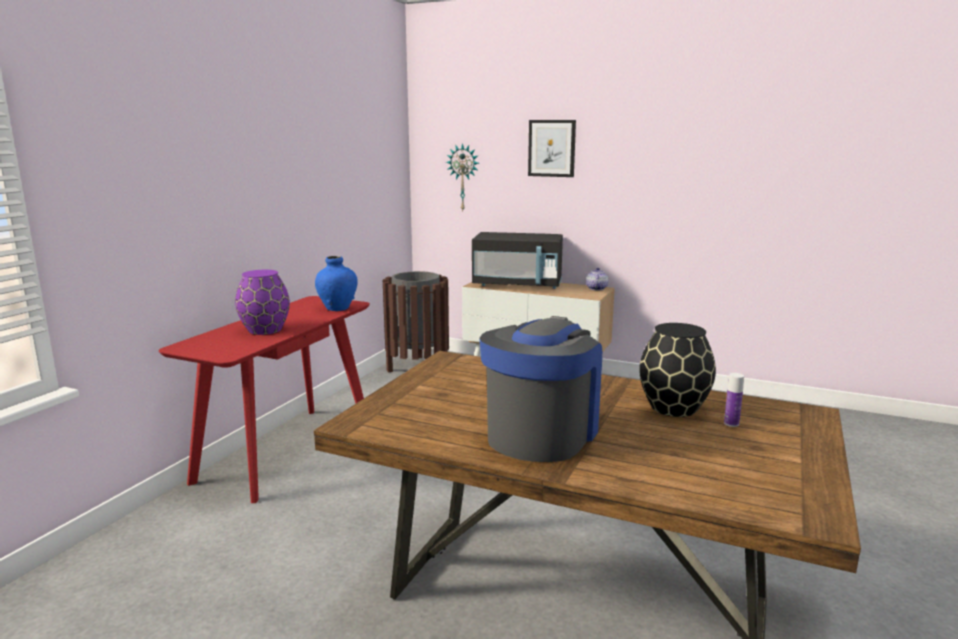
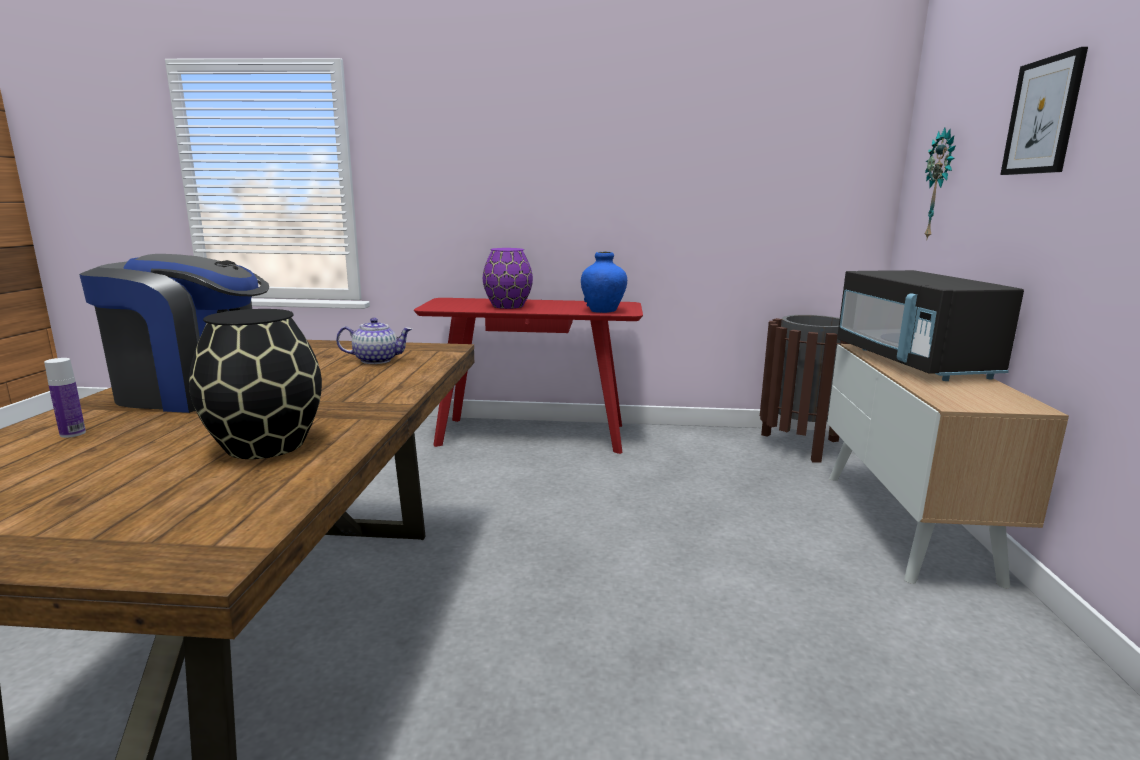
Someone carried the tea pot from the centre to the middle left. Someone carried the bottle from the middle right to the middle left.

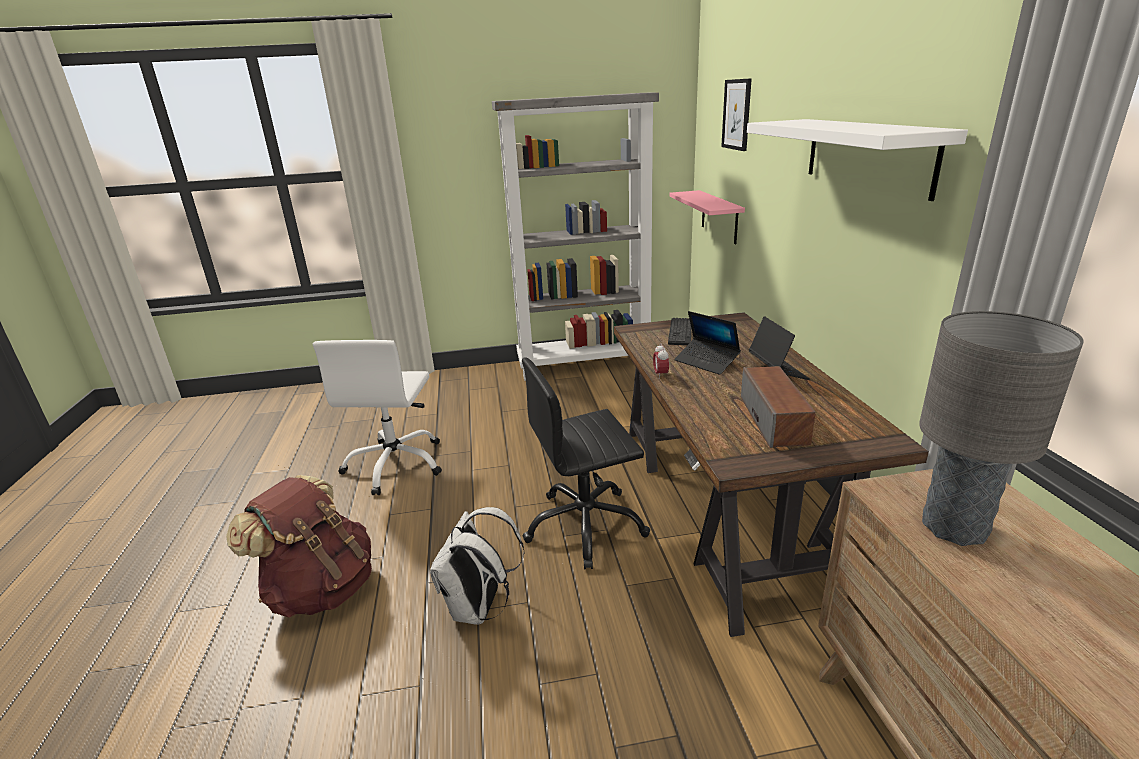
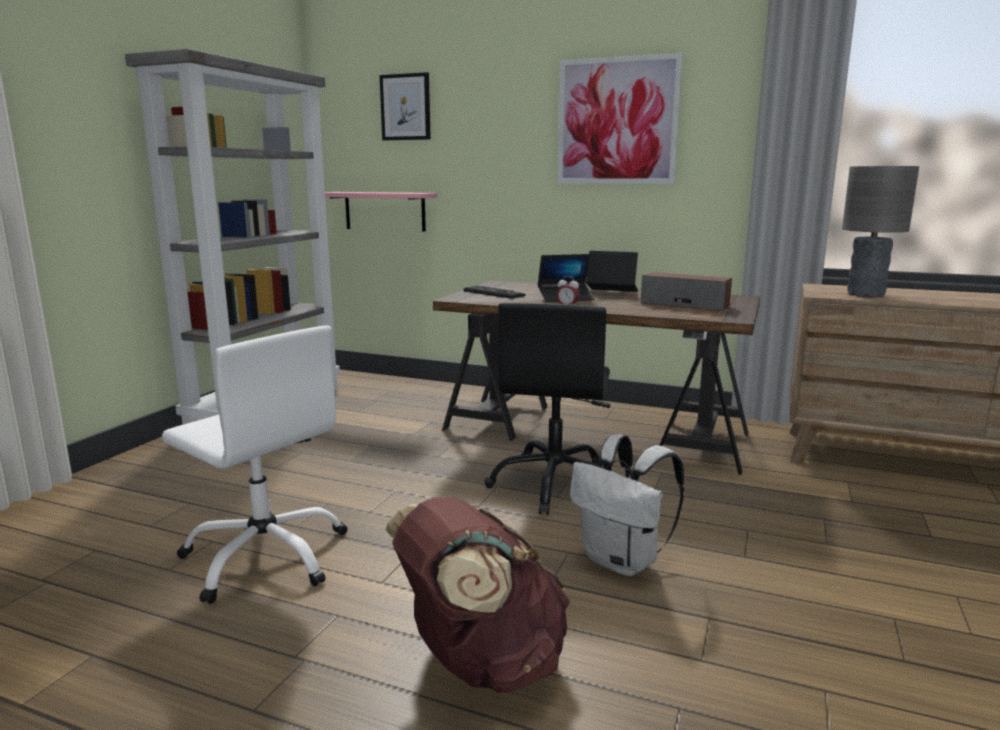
Someone swapped the shelf/whitish at the top right for the picture (2nd from left) at the top centre.

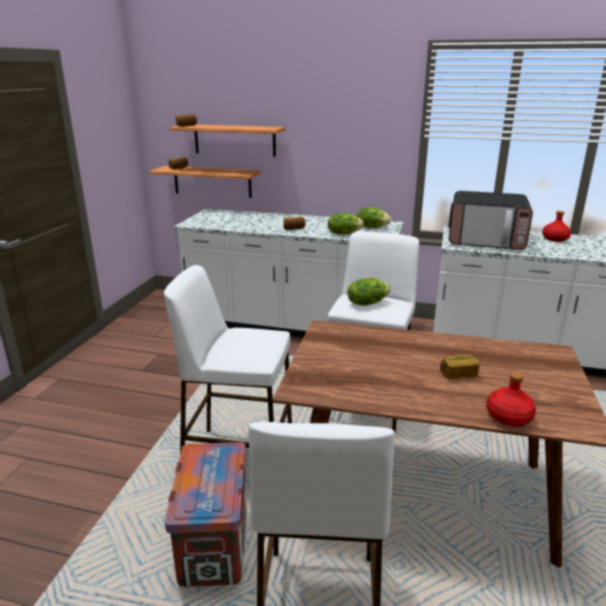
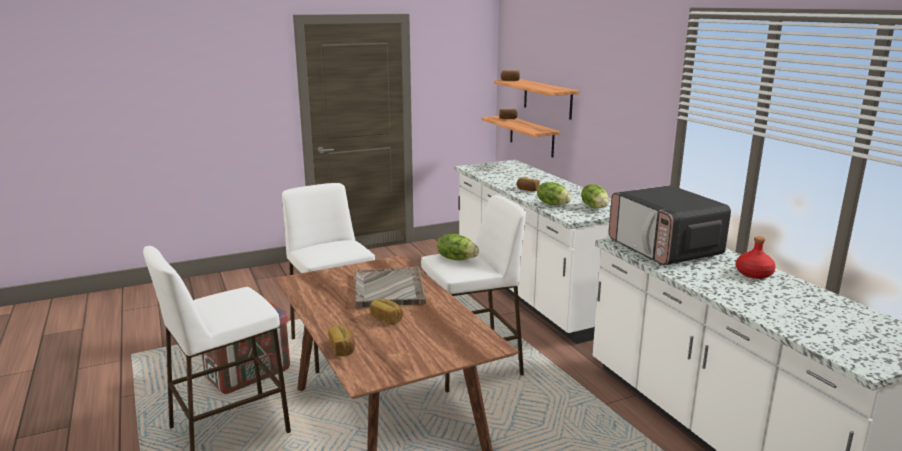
Someone put down the serving tray/gray at the centre. Someone swapped the bottle/red (1st from left) at the middle right for the baked bread (1st from left) at the bottom centre.

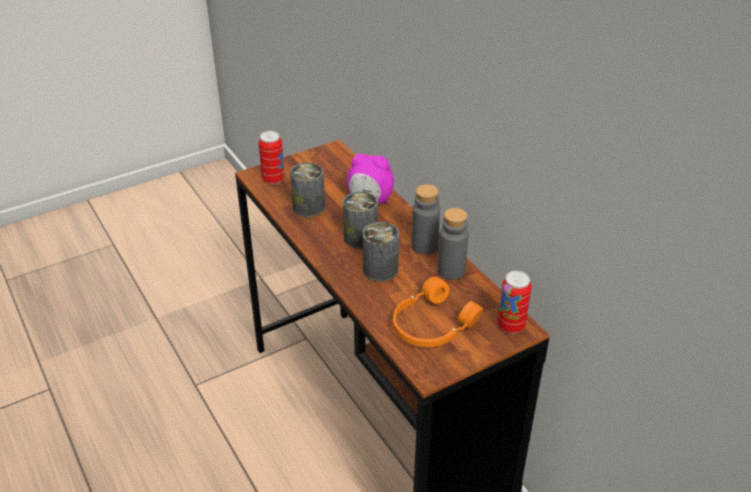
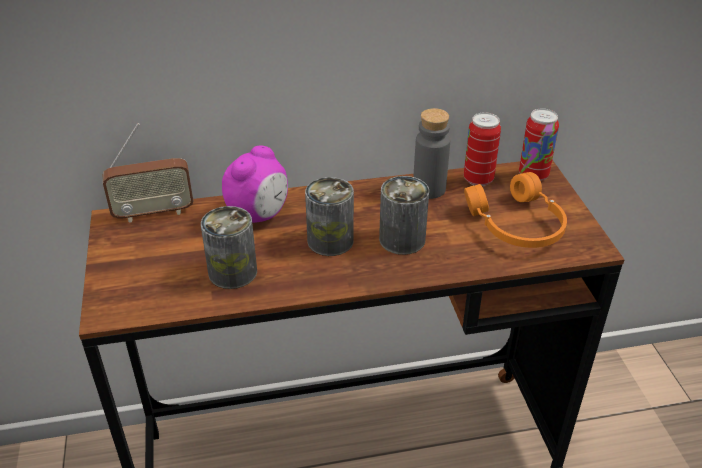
Someone took away the bottle/gray (1st from left) at the centre. Someone put down the radio receiver at the middle left. Someone carried the can (1st from left in the first image) from the top centre to the top right.

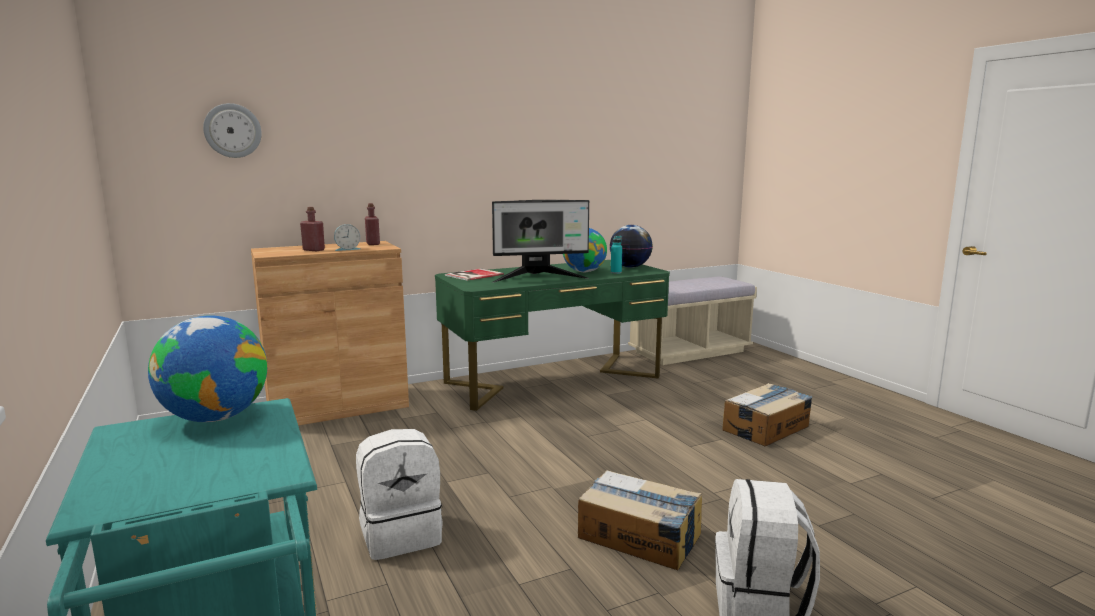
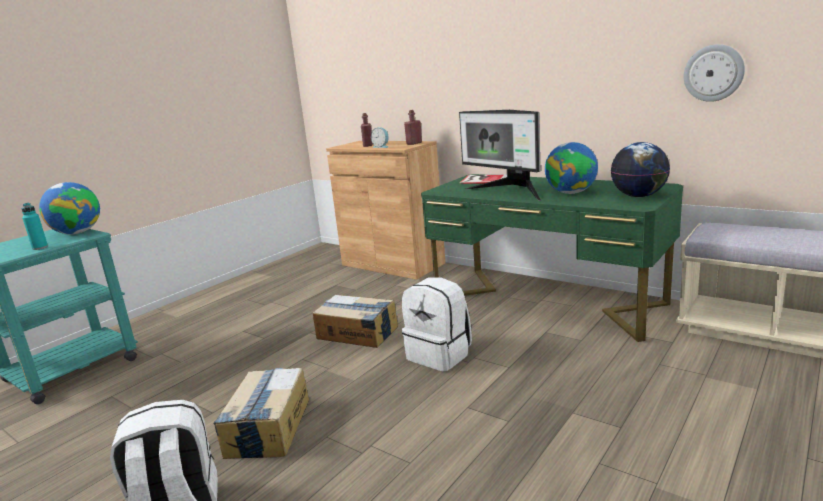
Someone carried the hanging clock from the top left to the top right. Someone carried the rucksack/whitish (1st from left in the first image) from the bottom centre to the centre. Someone carried the bottle/blue-green from the centre to the middle left. Someone carried the packing box (2nd from left) from the bottom right to the centre.

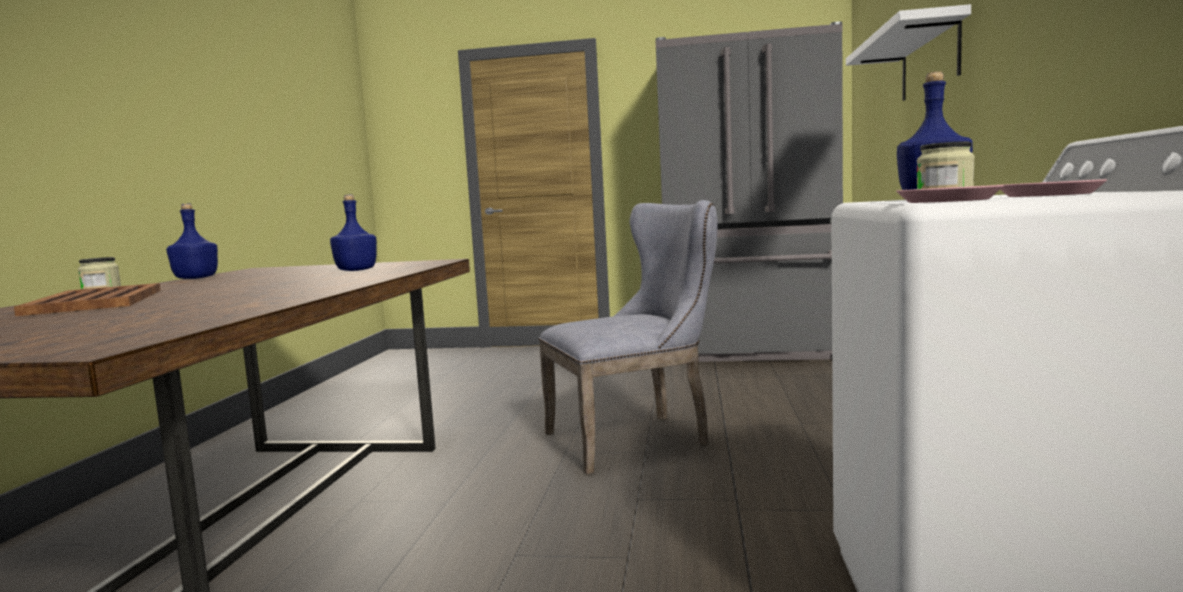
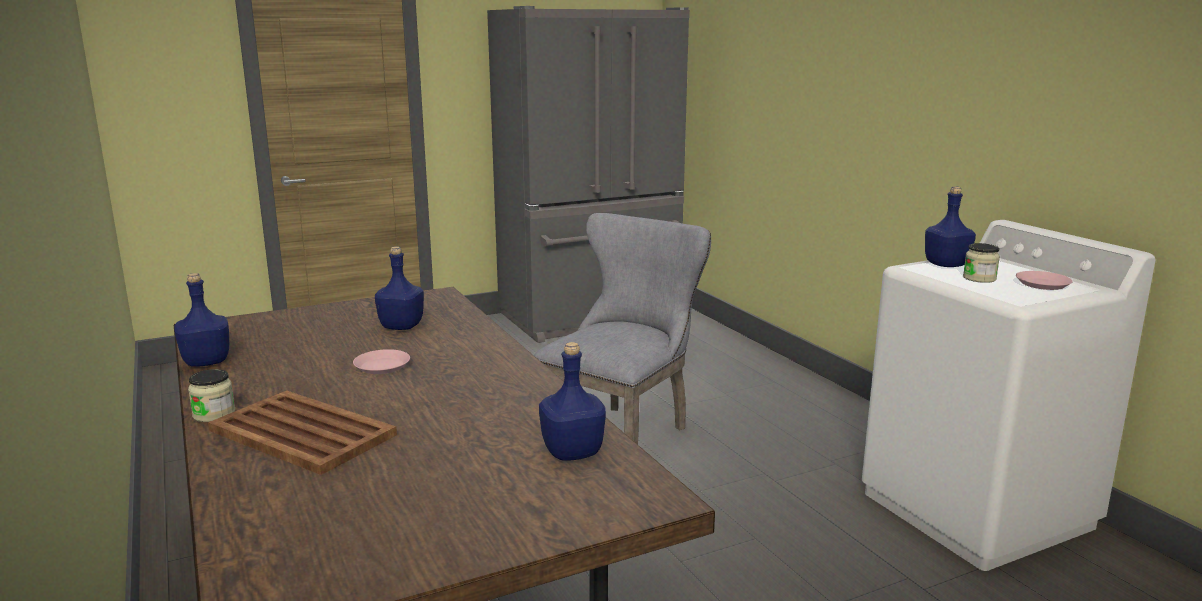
Someone took away the shelf/whitish at the top right. Someone put down the bottle/blue-coloured (3rd from left) at the bottom centre. Someone carried the plate/pink (1st from left) from the top right to the middle left.

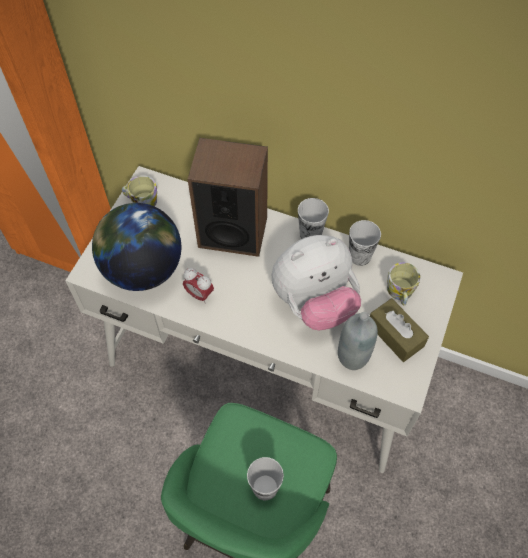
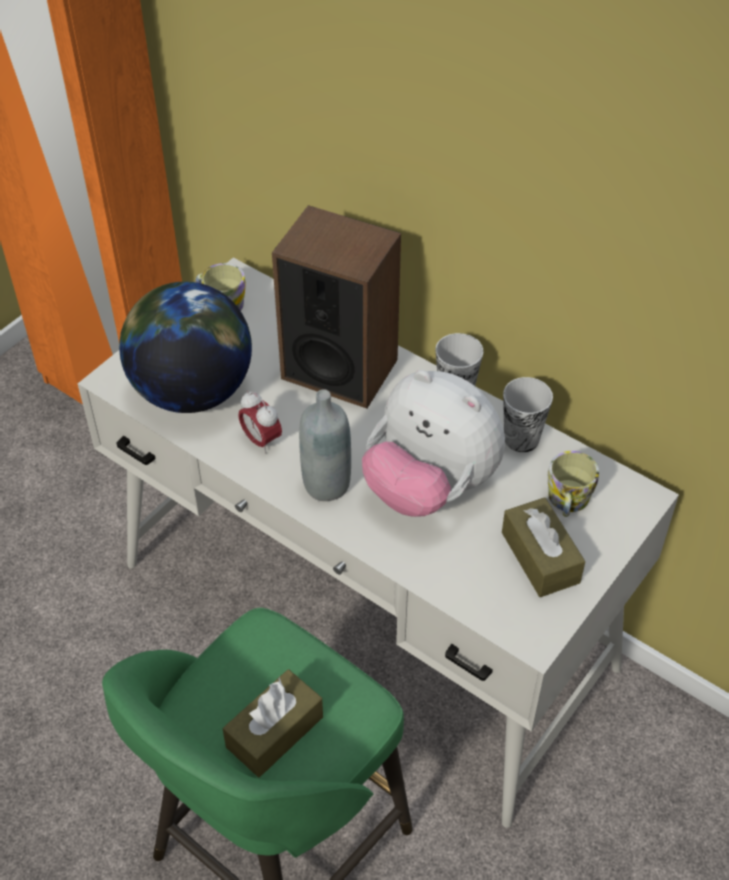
Someone carried the bottle/gray from the middle right to the centre. Someone swapped the drinking cup (1st from left) at the bottom centre for the tissue holder/brown-coloured (1st from left) at the bottom centre. Someone rotated the soft toy at the centre by 45 degrees clockwise.

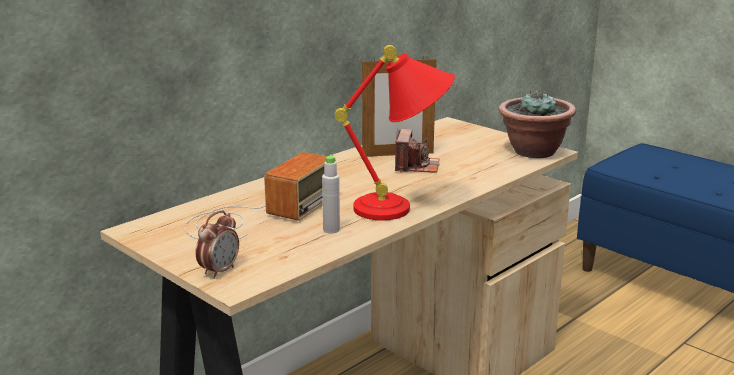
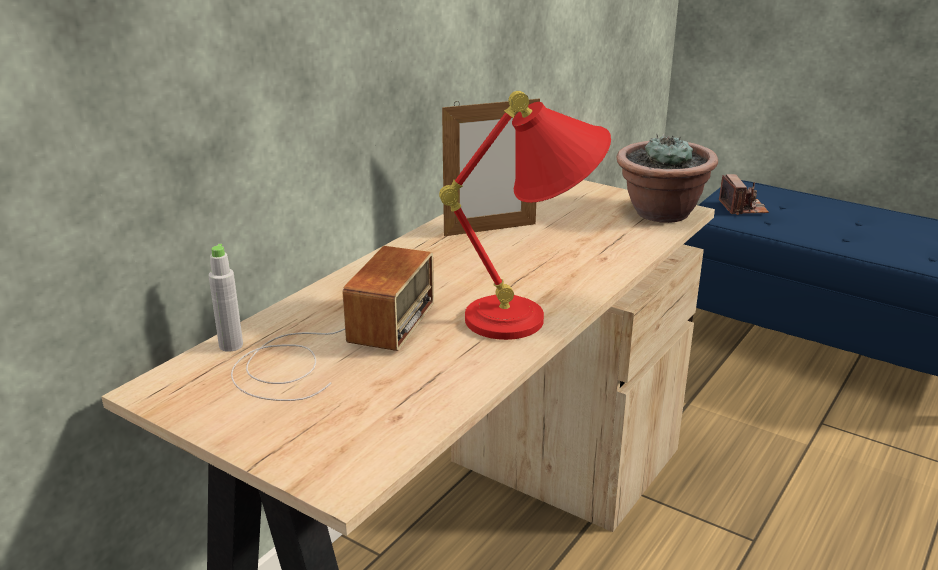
Someone took away the bedside clock at the middle left. Someone carried the bottle/gray from the centre to the middle left. Someone carried the still camera from the centre to the middle right.

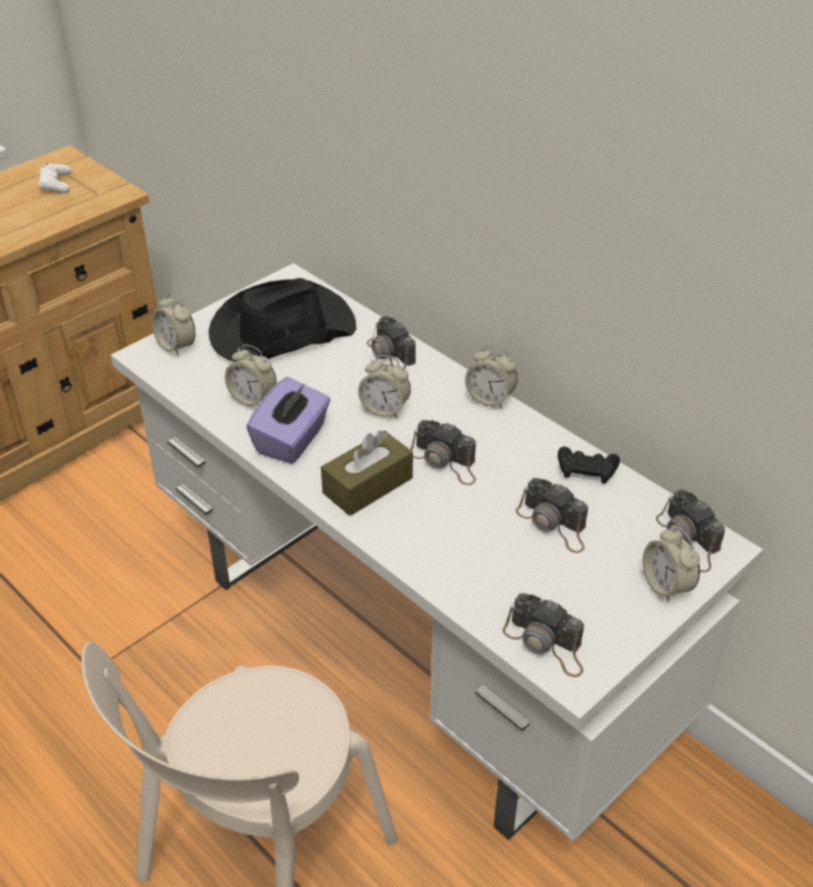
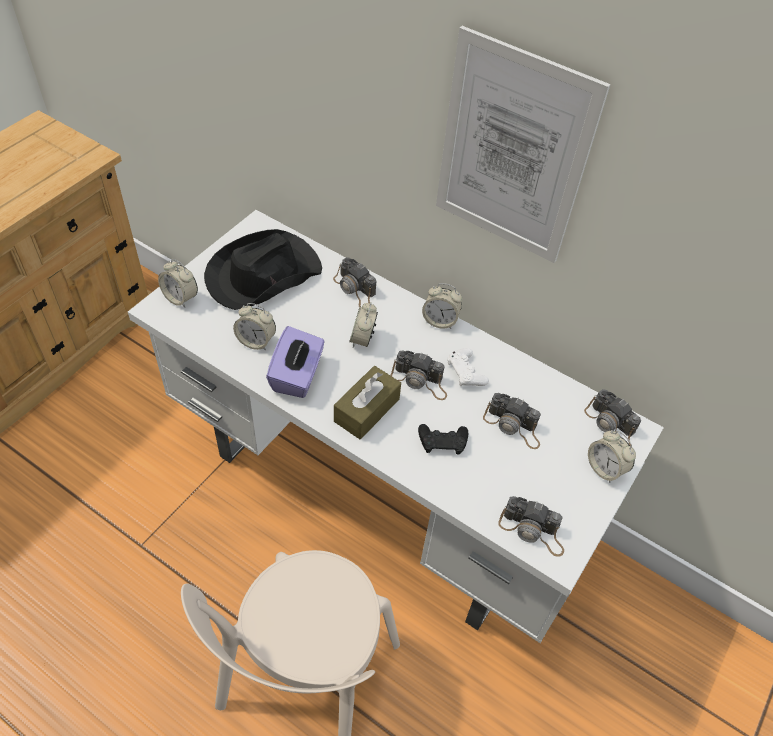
Someone put up the picture at the top right. Someone carried the gamepad/whitish from the top left to the centre. Someone carried the gamepad/black-coloured from the middle right to the centre. Someone rotated the bedside clock (3rd from left) at the centre by 90 degrees clockwise.

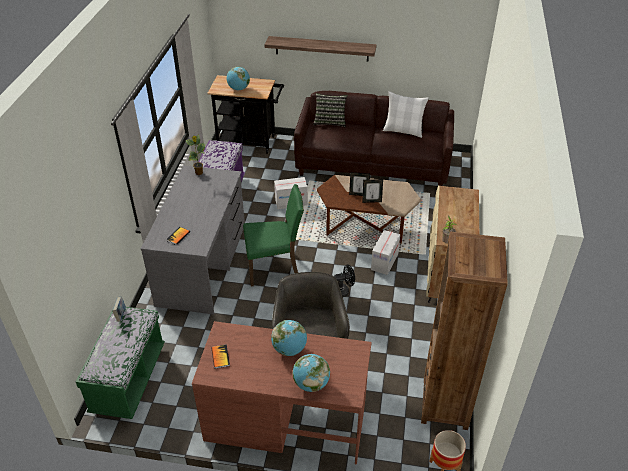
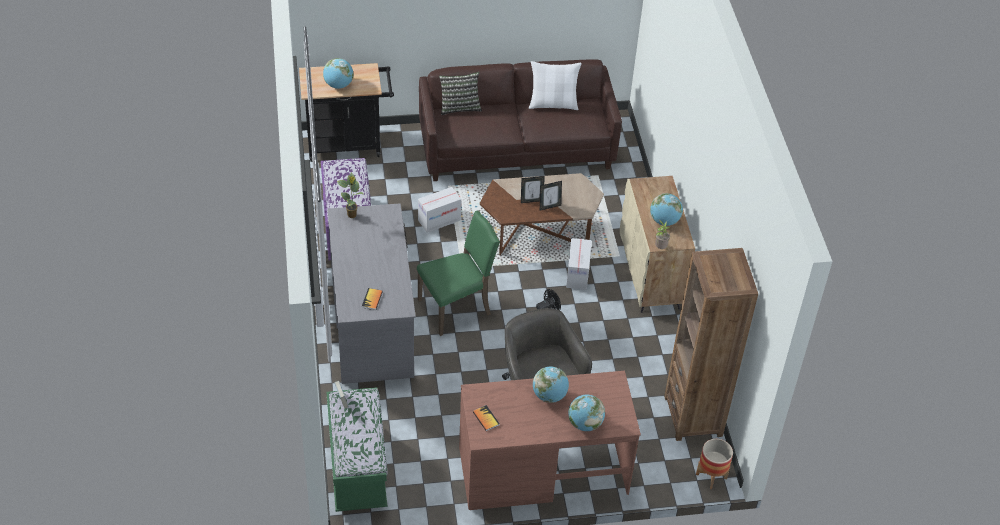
Someone took away the shelf at the top centre. Someone put down the world globe (4th from left) at the centre.

